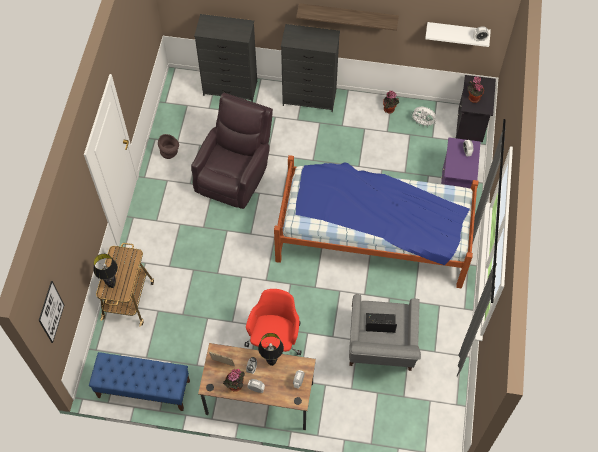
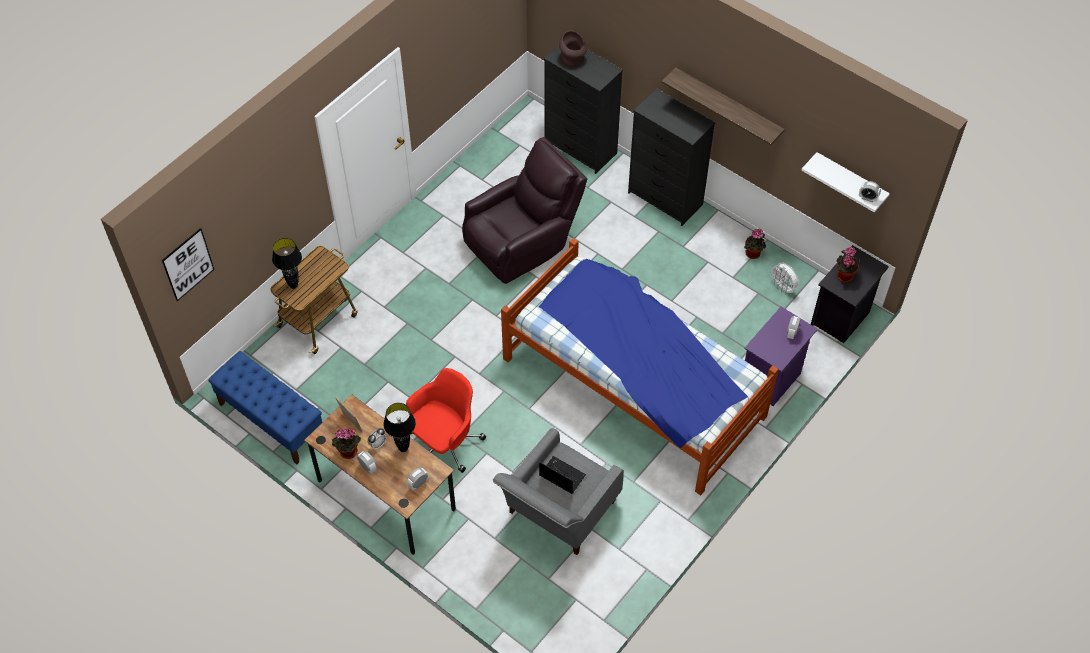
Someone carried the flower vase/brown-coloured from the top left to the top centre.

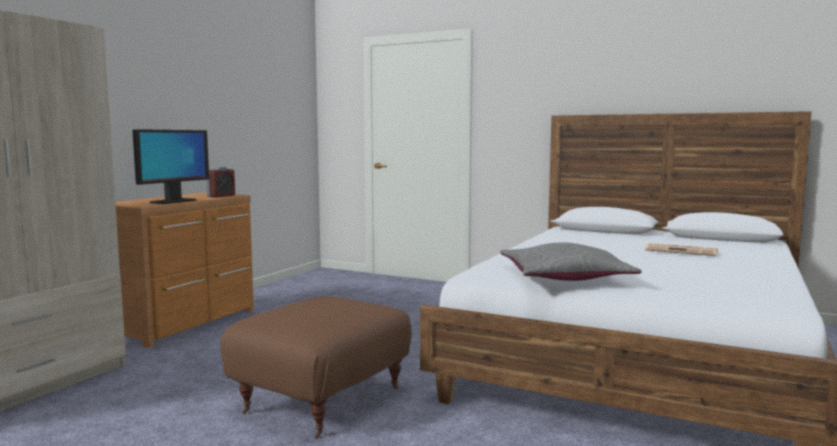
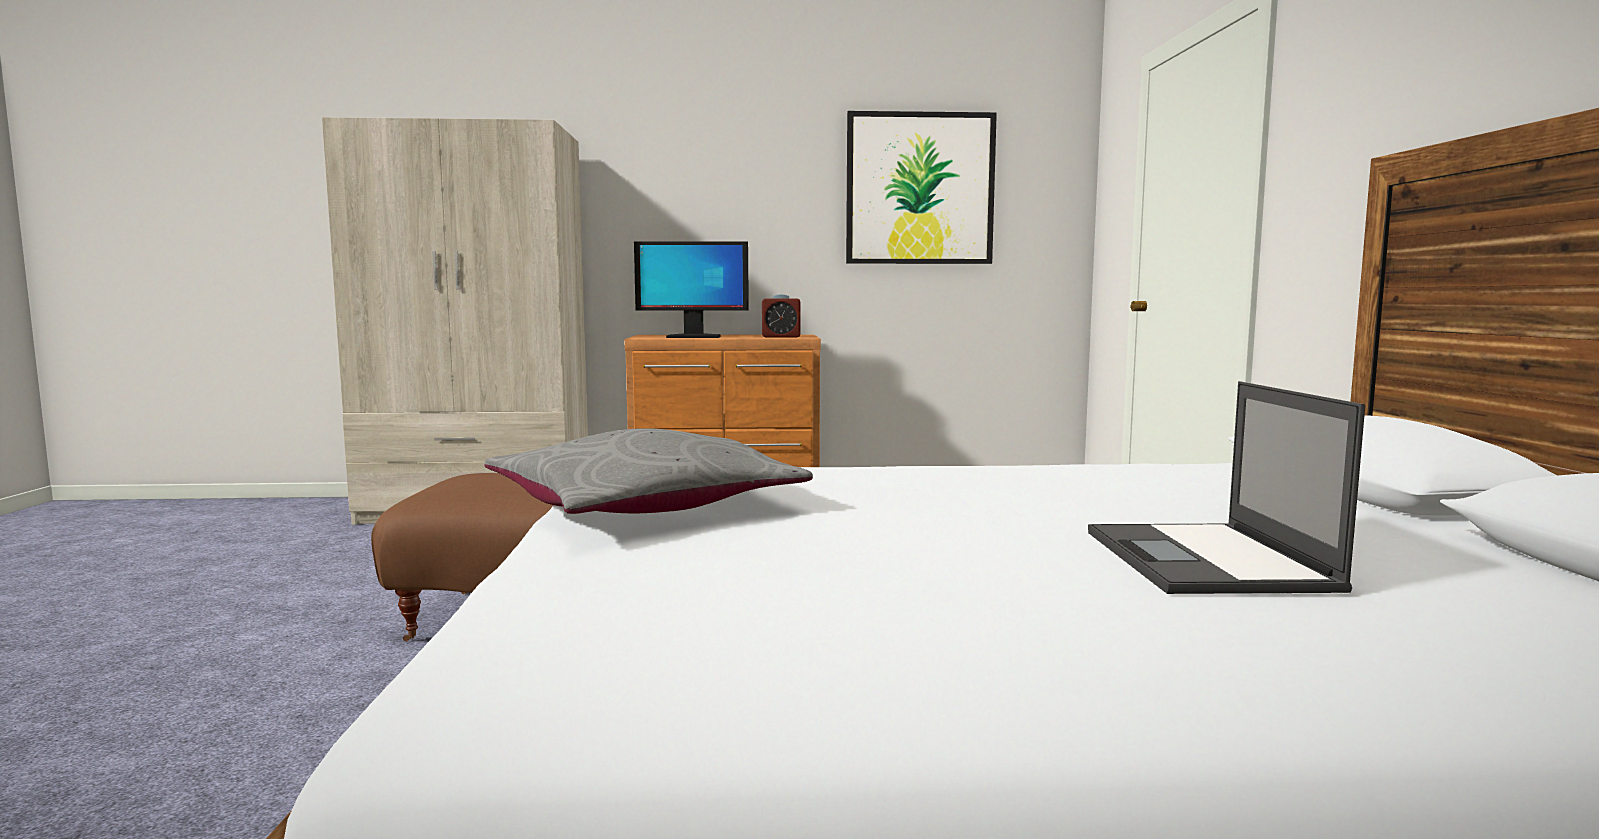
Someone put up the picture at the top centre. Someone swapped the daily paper at the middle right for the portable computer at the middle right.

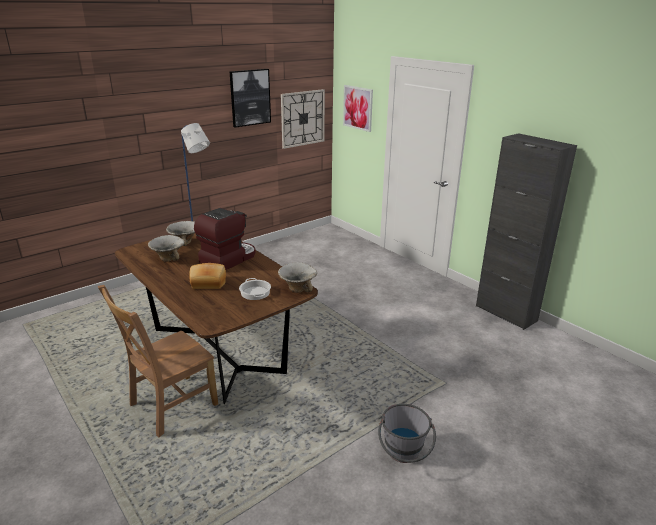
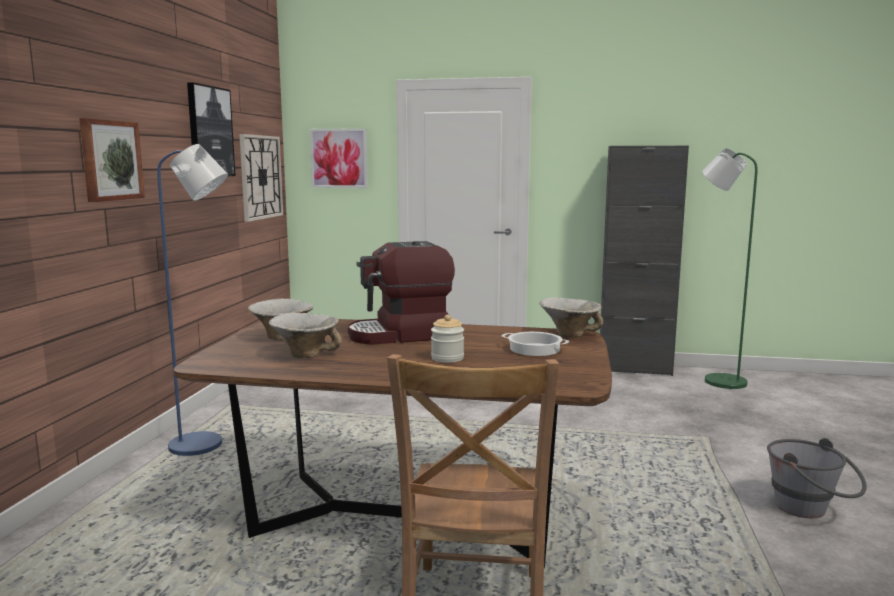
Someone put up the picture (1st from left) at the top left. Someone put down the standard lamp/greenish at the middle right. Someone swapped the baked bread at the middle left for the storage jar at the centre. Someone rotated the coffee maker at the centre by 105 degrees counterclockwise.

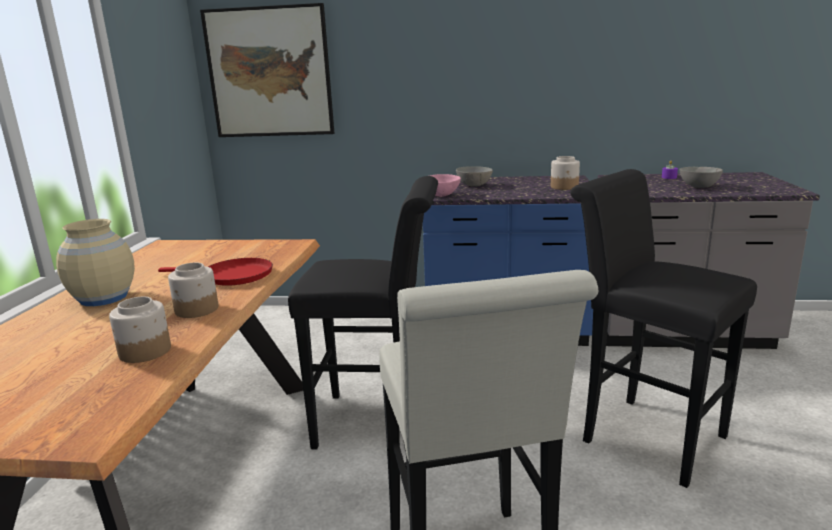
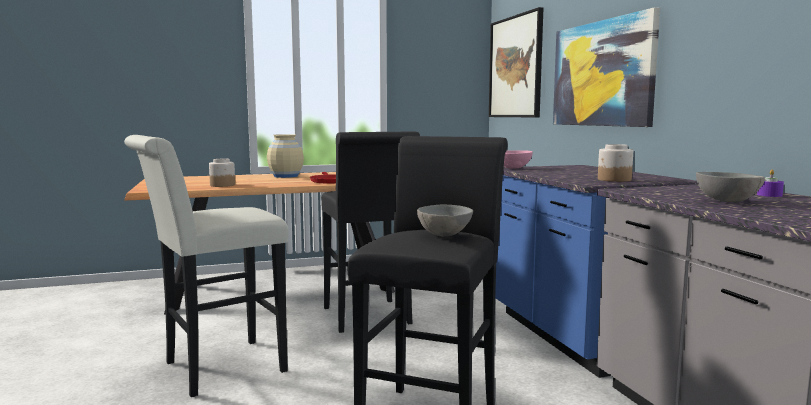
Someone took away the storage jar (2nd from left) at the middle left. Someone put up the picture (2nd from left) at the top right. Someone carried the bowl/gray (1st from left) from the top centre to the centre.

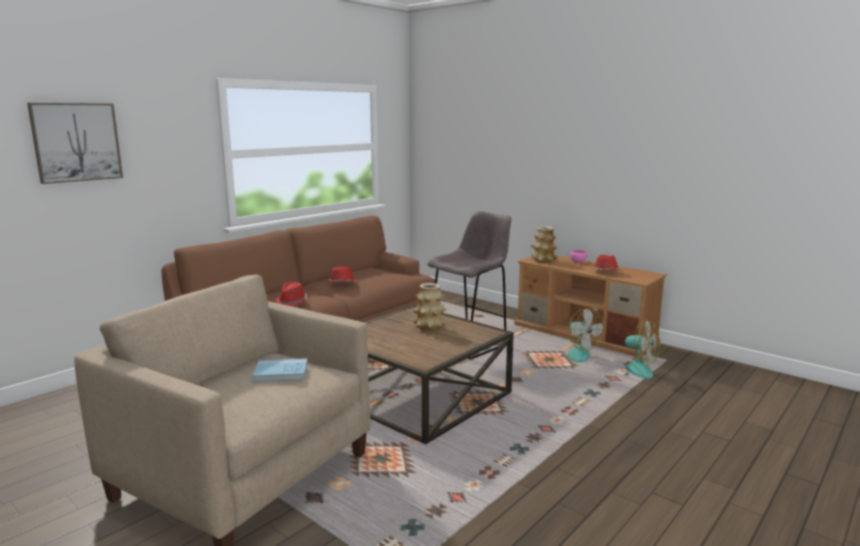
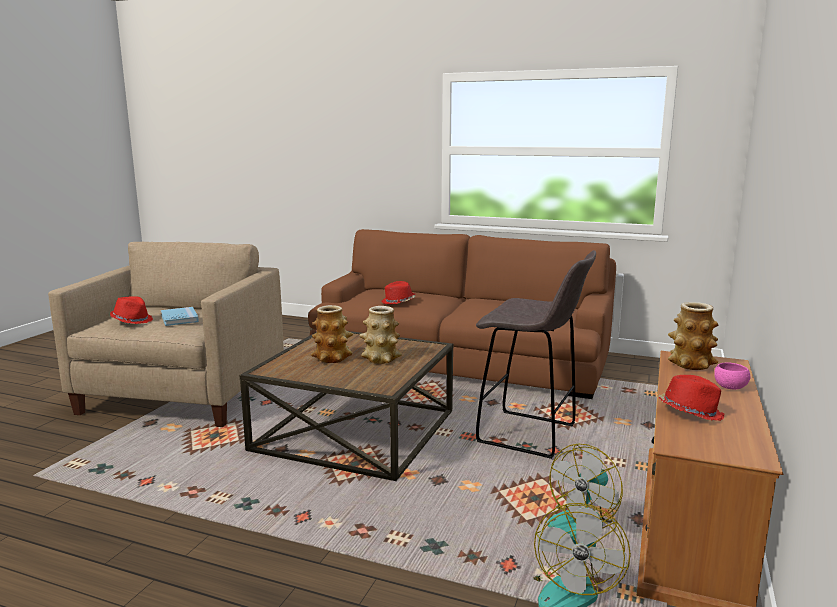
Someone took away the picture at the top left. Someone put down the flower vase (1st from left) at the centre. Someone carried the wearable hat/red (2nd from left in the first image) from the centre to the middle left.

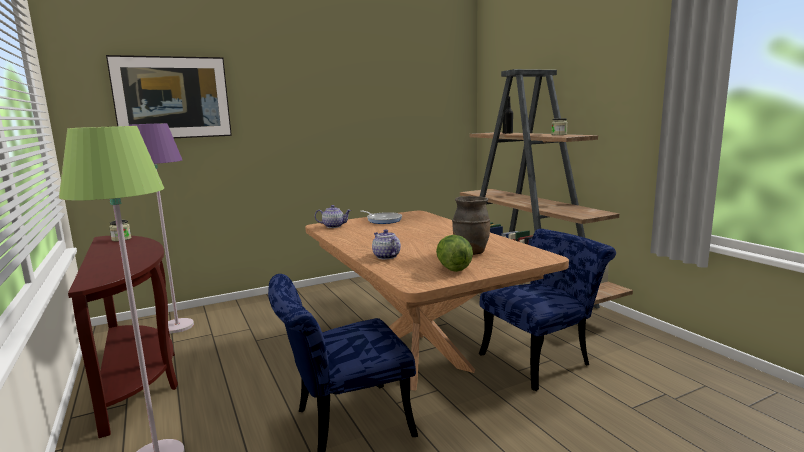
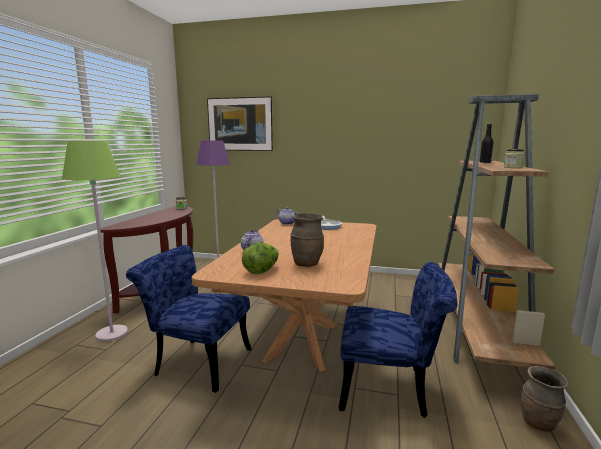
Someone put down the flower vase/brown-coloured (2nd from left) at the bottom right.

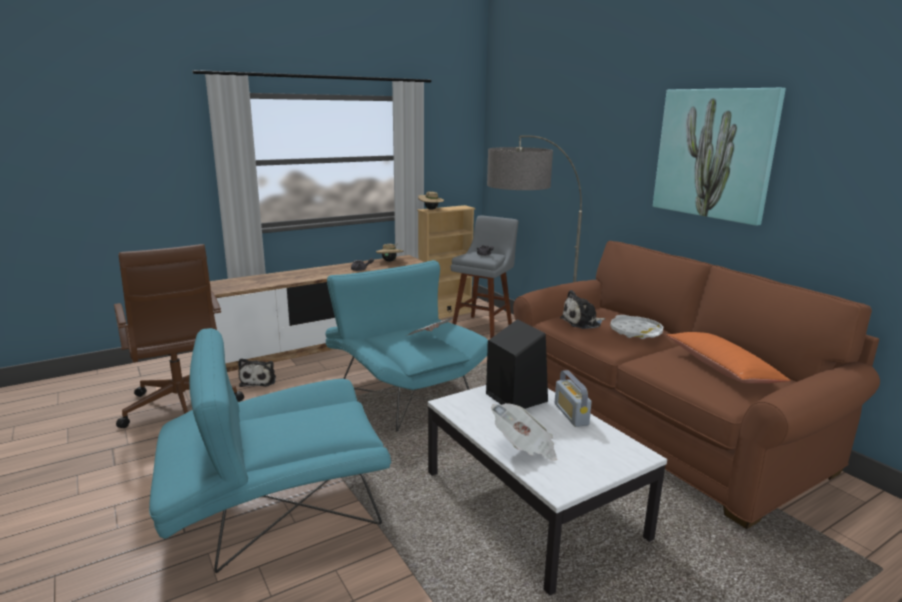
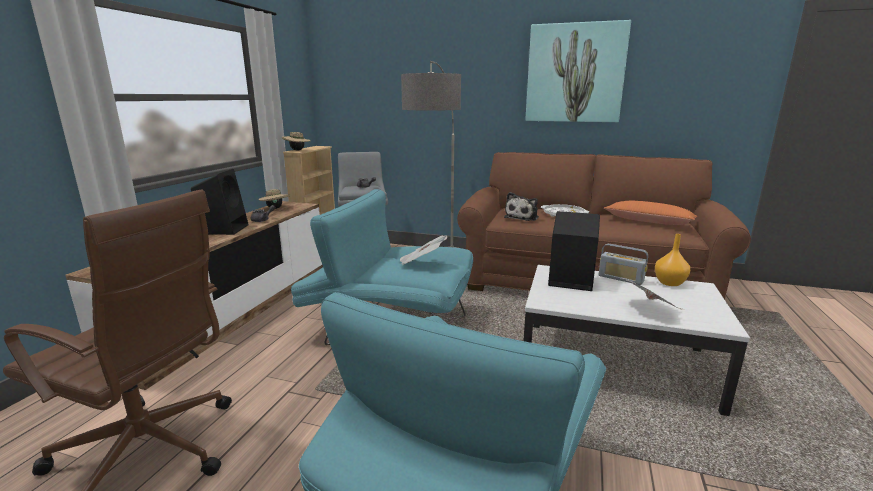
Someone took away the soft toy (1st from left) at the middle left. Someone put down the loudspeaker/black-coloured (1st from left) at the middle left. Someone put down the flower vase/orange at the middle right.

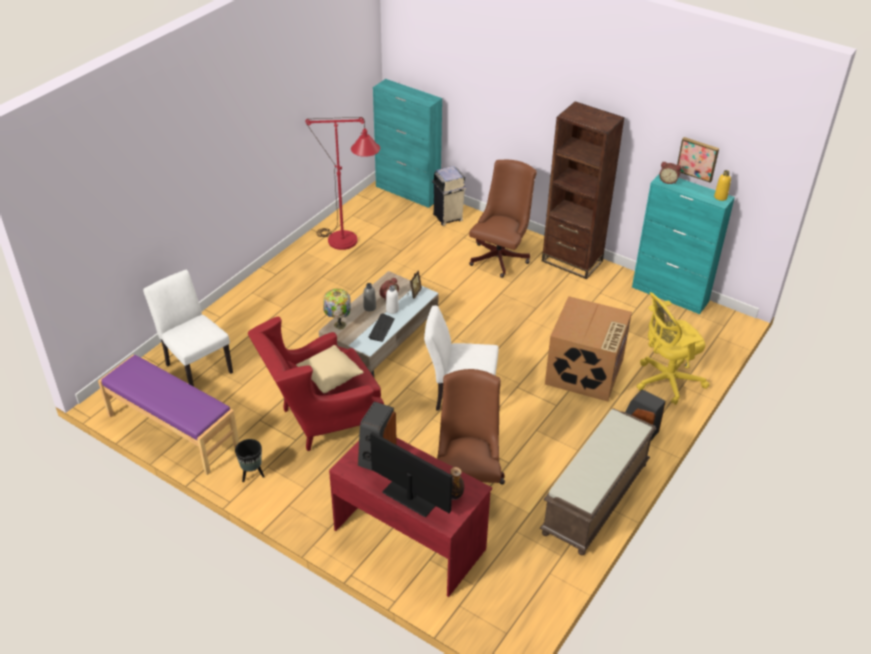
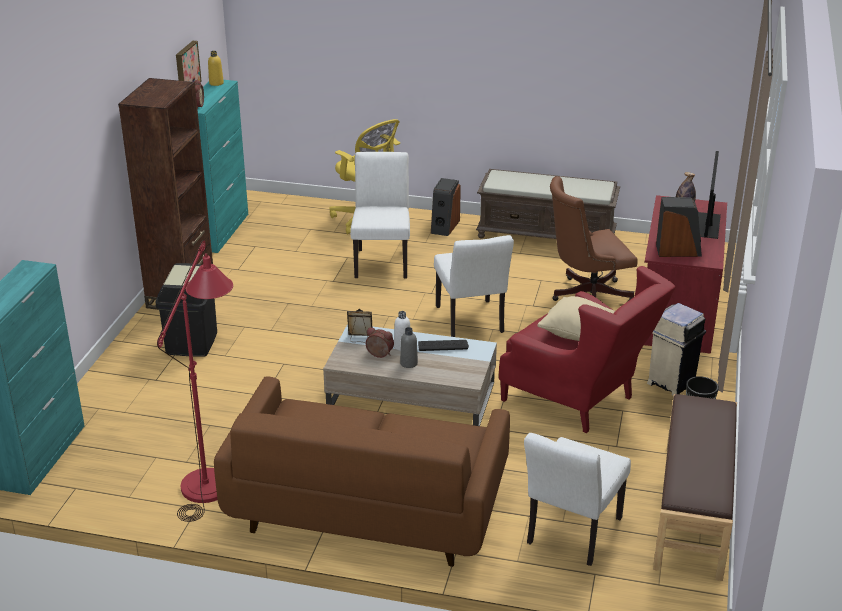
Someone took away the table lamp at the centre. Someone put down the settee/brown-coloured at the bottom centre. Someone carried the trash can/sand-coloured from the top centre to the middle right. Someone swapped the computer chair/brown-coloured (2nd from left) at the centre for the trash can/black-coloured at the middle left. Someone swapped the packing box at the middle right for the chair/whitish (1st from left) at the centre. Someone repainted the long seat/purple-coloured at the middle left, which became the long seat/brown-coloured (2nd from left) at the bottom right.

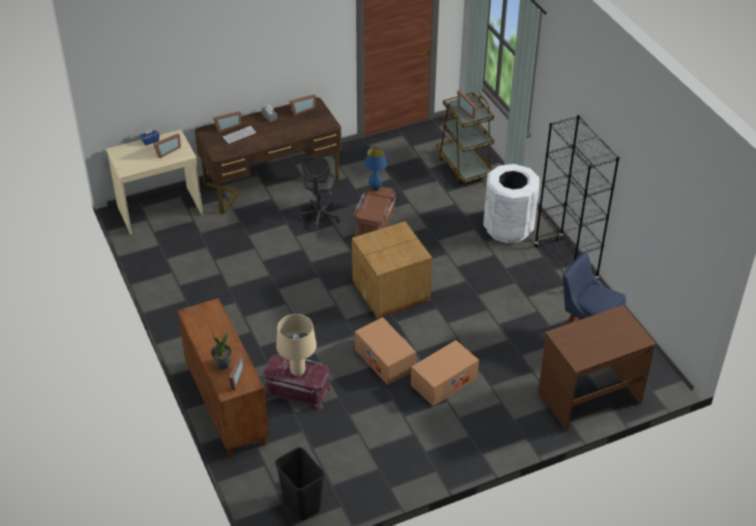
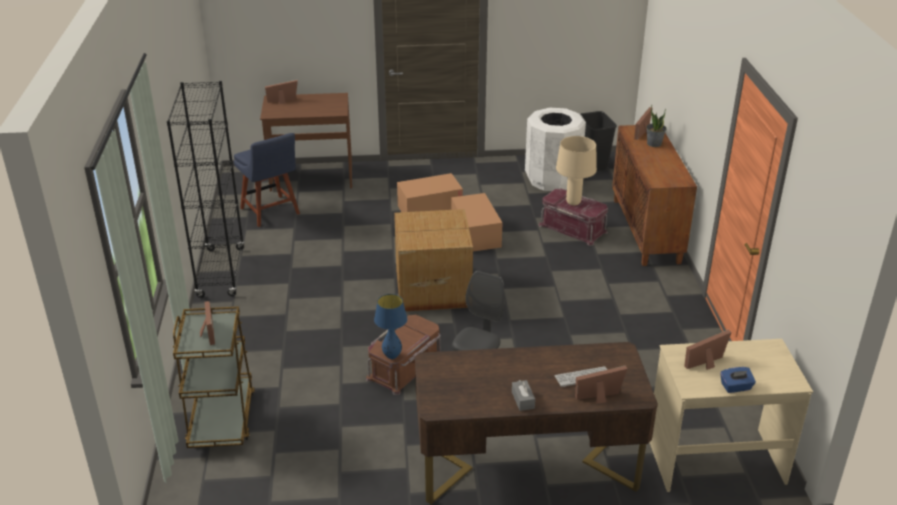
Someone carried the photo frame (4th from left in the first image) from the top centre to the top left. Someone carried the trash can/whitish from the middle right to the top centre.

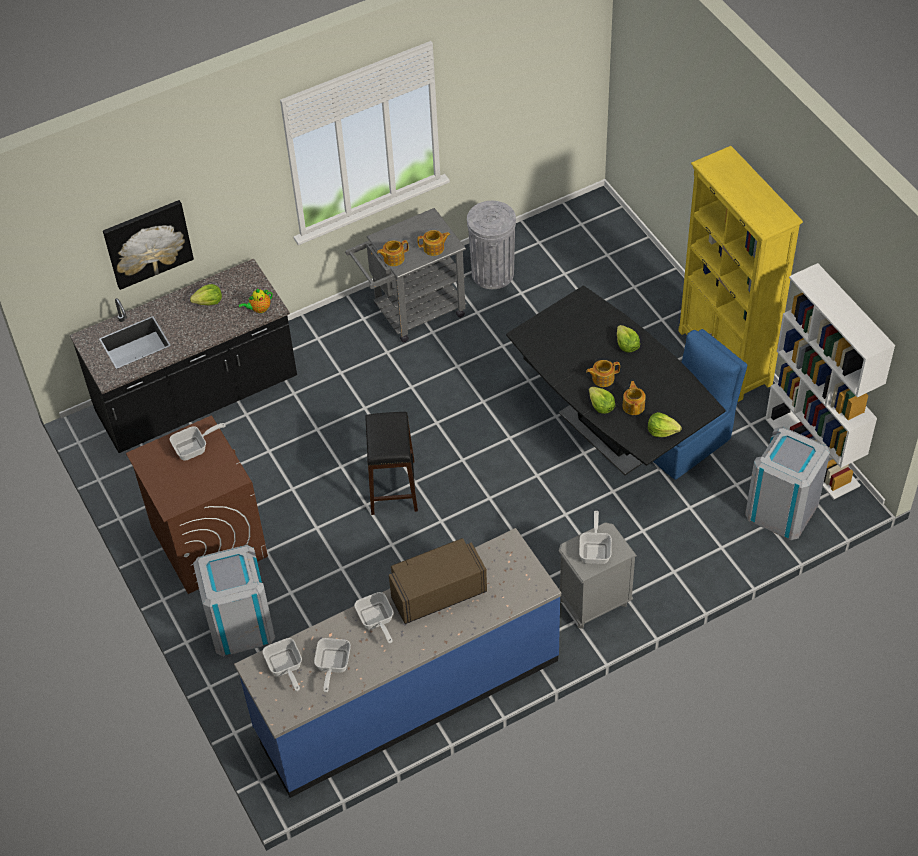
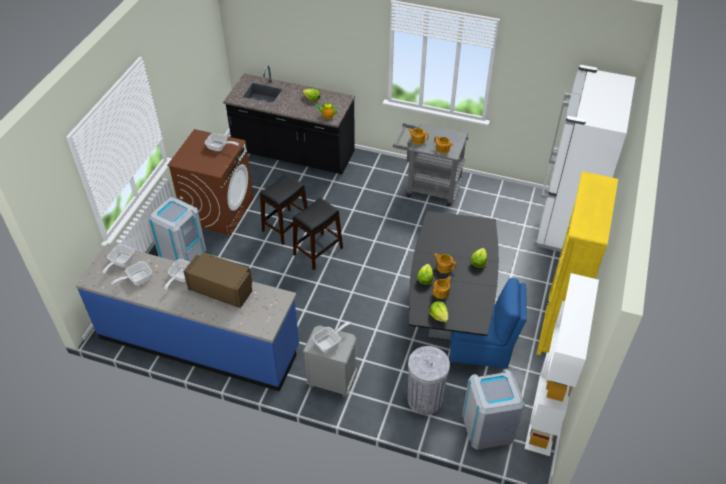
Someone took away the picture at the top left. Someone put down the stool/black-coloured (1st from left) at the centre. Someone put down the kitchen fridge/whitish at the top right. Someone carried the trash can/gray (2nd from left) from the top centre to the bottom centre.

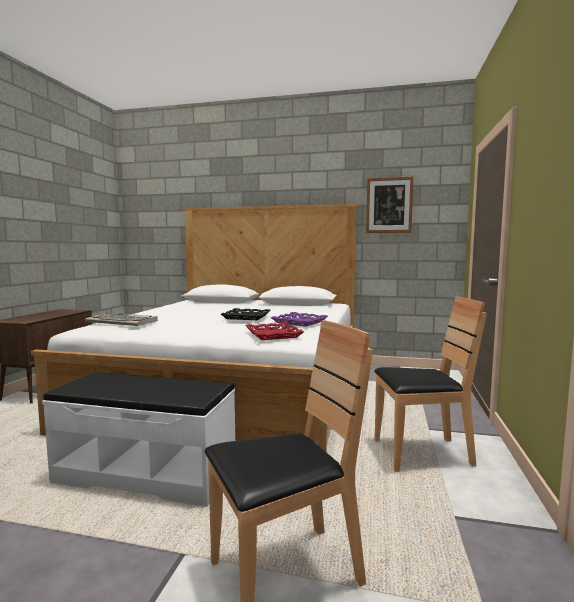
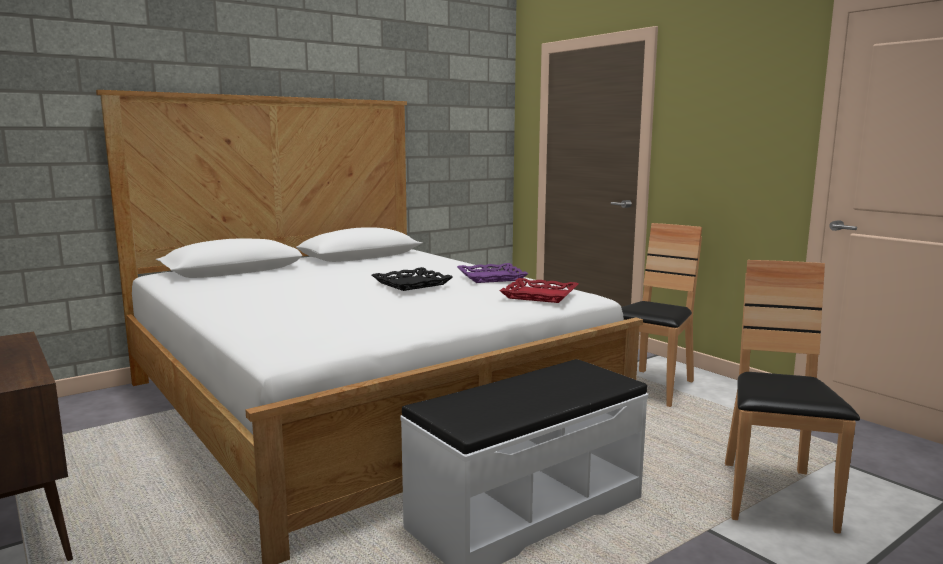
Someone took away the computer keyboard at the middle left. Someone took away the picture at the middle right.

